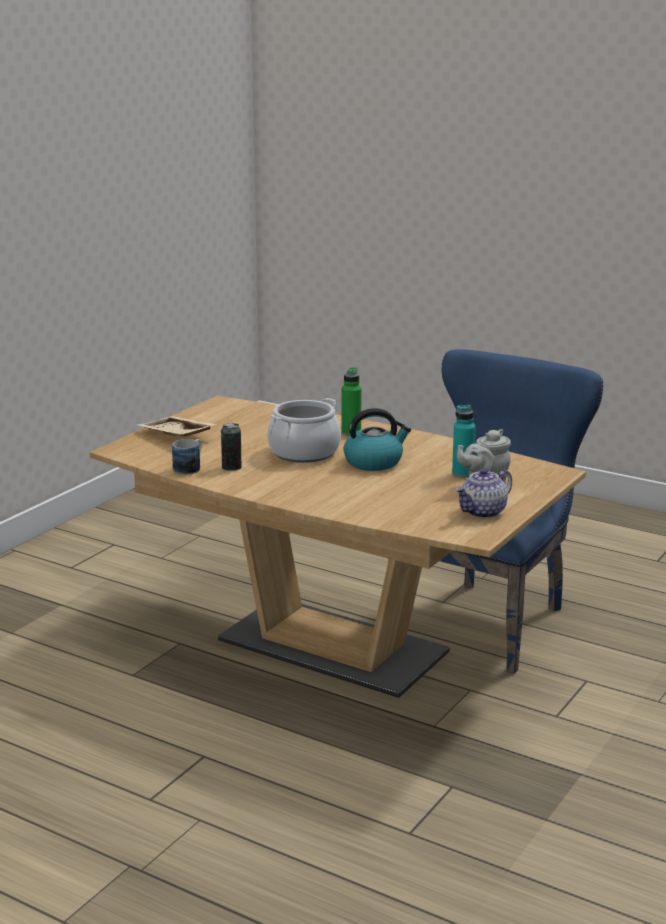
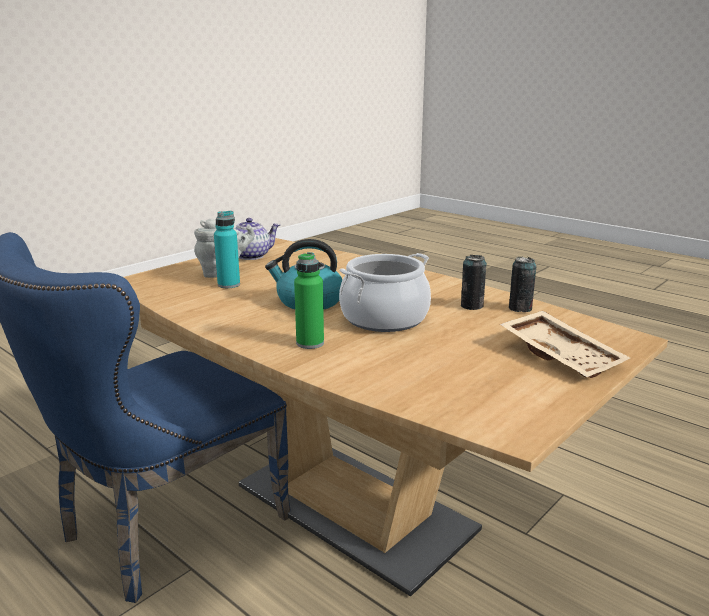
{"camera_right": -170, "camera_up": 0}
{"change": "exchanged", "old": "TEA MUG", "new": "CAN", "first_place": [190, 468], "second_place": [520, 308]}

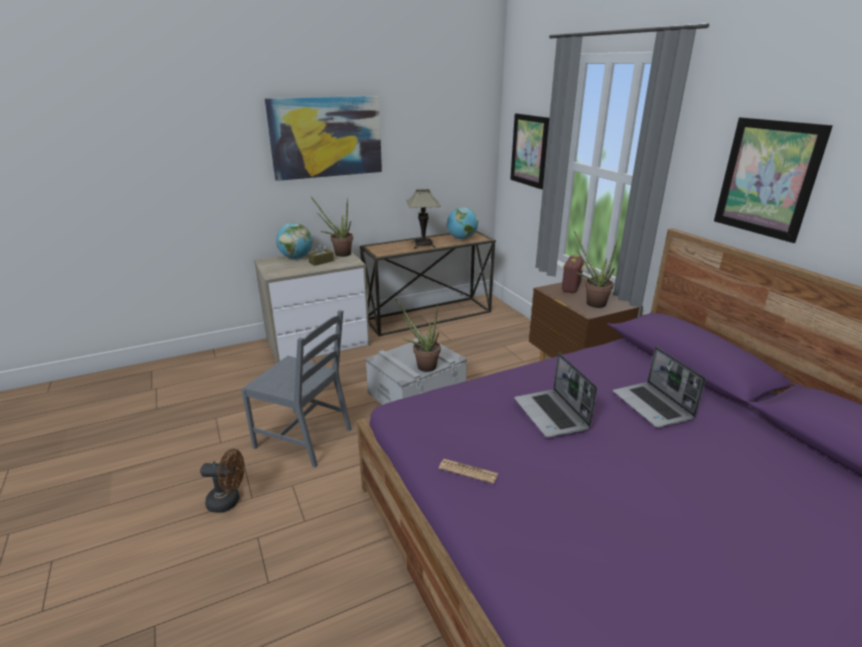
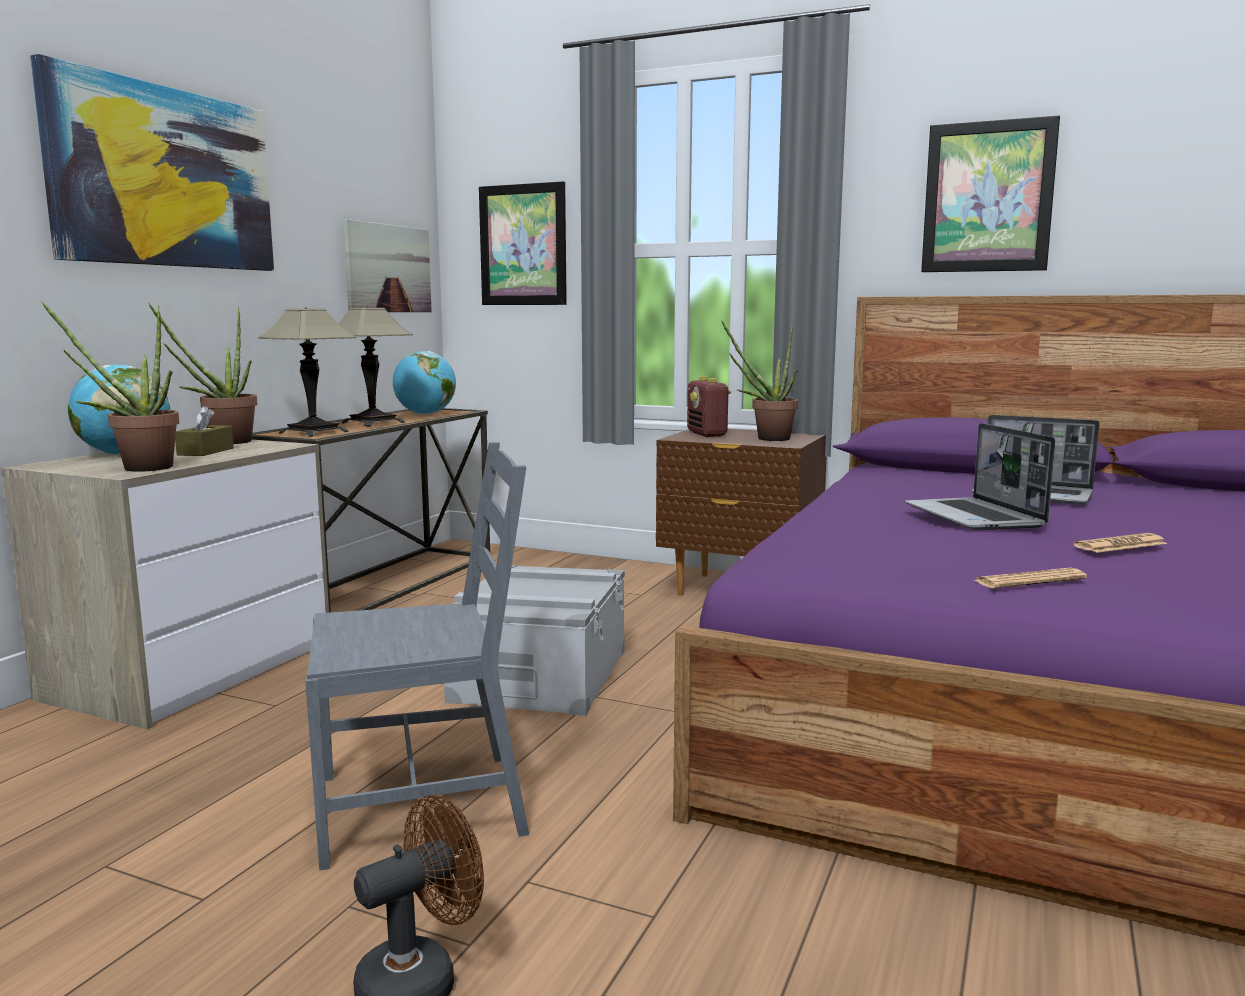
{"camera_right": -40, "camera_up": -15}
{"change": "relocated", "old": "HOUSEPLANT", "first_place": [422, 366], "second_place": [137, 468]}
{"change": "spun", "old": "LAPTOP", "first_place": [552, 415], "second_place": [975, 517], "degrees": 45}
{"change": "appeared", "new": "WALL ART", "second_place": [388, 268]}
{"change": "appeared", "new": "TABLETOP LAMP", "second_place": [313, 432]}
{"change": "appeared", "new": "DAILY PAPER", "second_place": [1120, 545]}

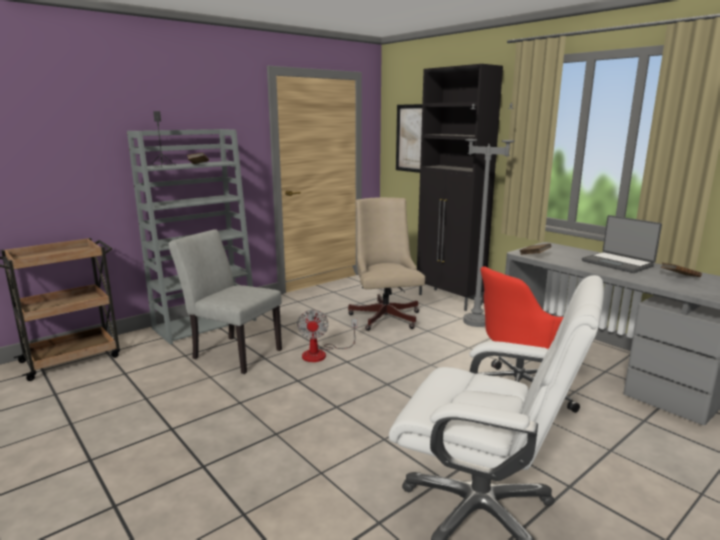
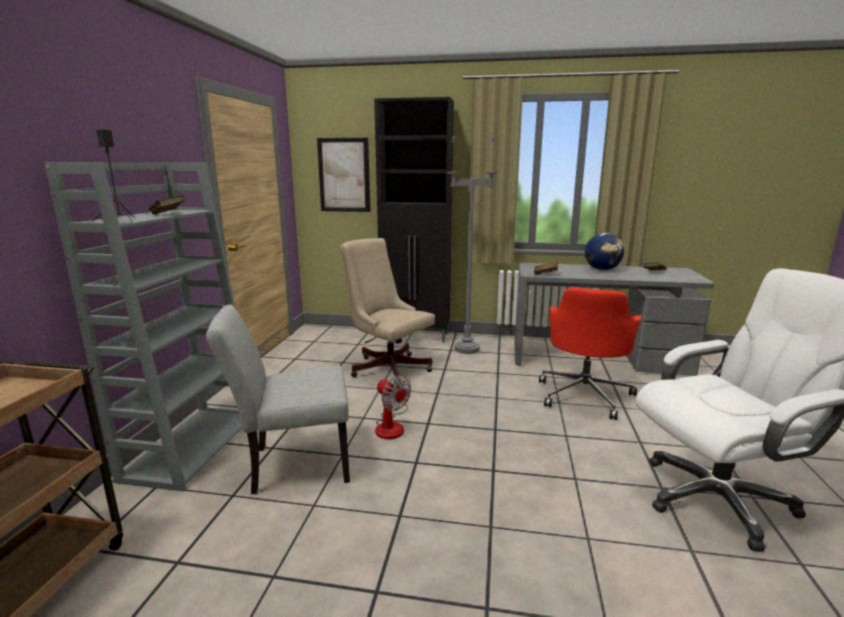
{"camera_right": -40, "camera_up": 0}
{"change": "exchanged", "old": "LAPTOP", "new": "WORLD GLOBE", "first_place": [618, 263], "second_place": [602, 270]}

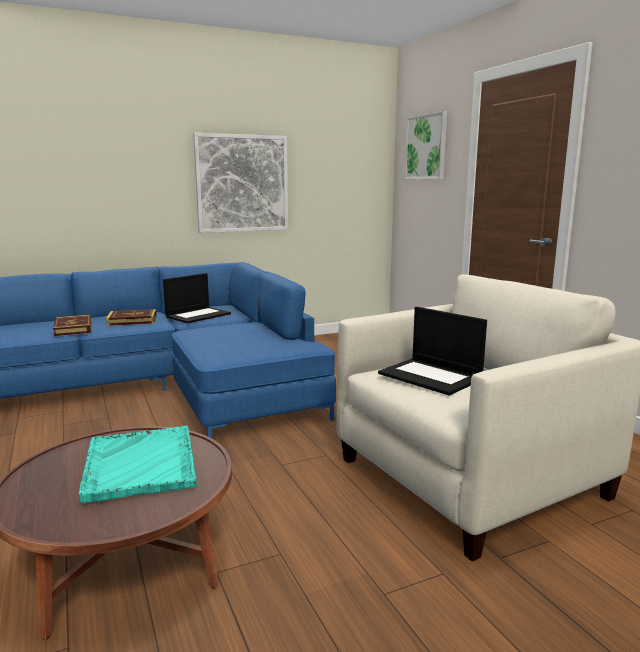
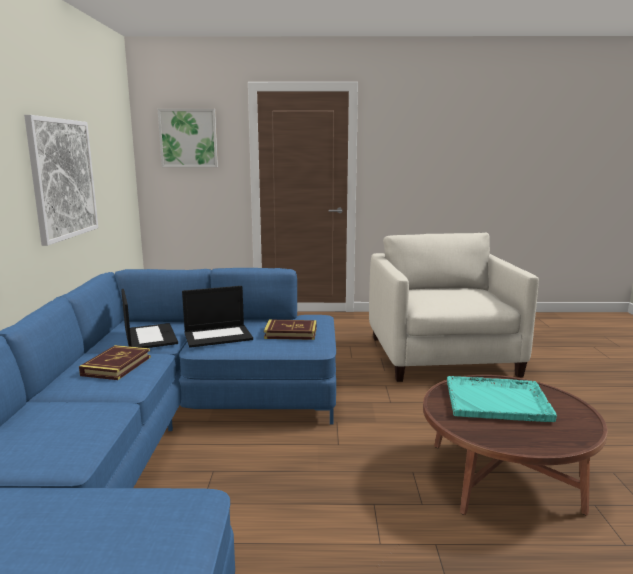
{"camera_right": -65, "camera_up": 0}
{"change": "relocated", "old": "LAPTOP", "first_place": [431, 376], "second_place": [218, 336]}
{"change": "relocated", "old": "VOLUME", "first_place": [73, 328], "second_place": [291, 333]}

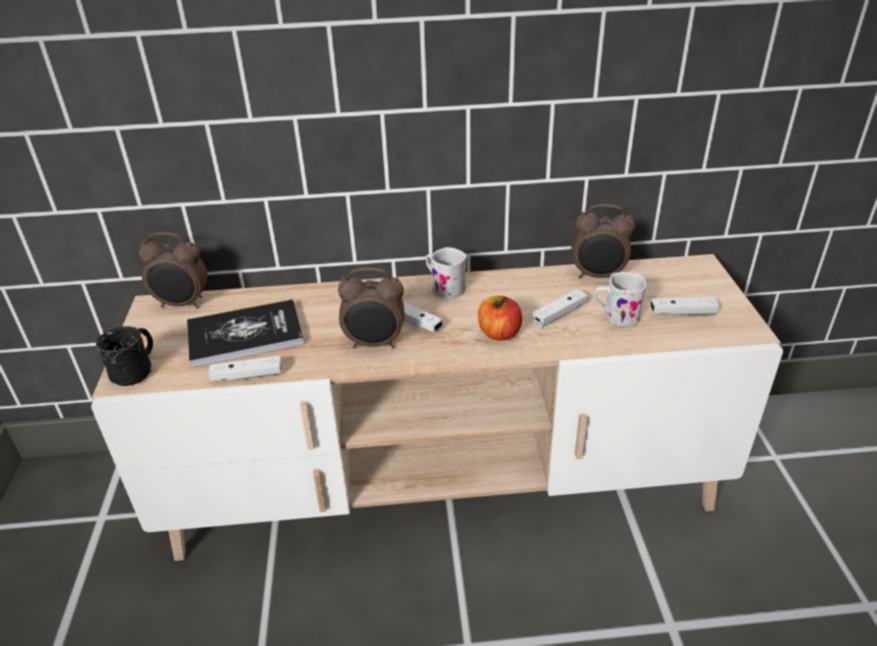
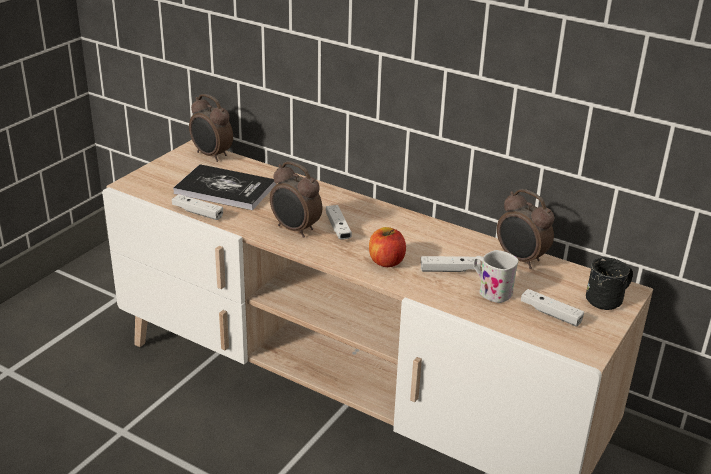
{"camera_right": 35, "camera_up": -5}
{"change": "missing", "old": "WHITE TEA MUG", "first_place": [444, 288]}
{"change": "relocated", "old": "BLACKISH TEA MUG", "first_place": [137, 370], "second_place": [609, 299]}

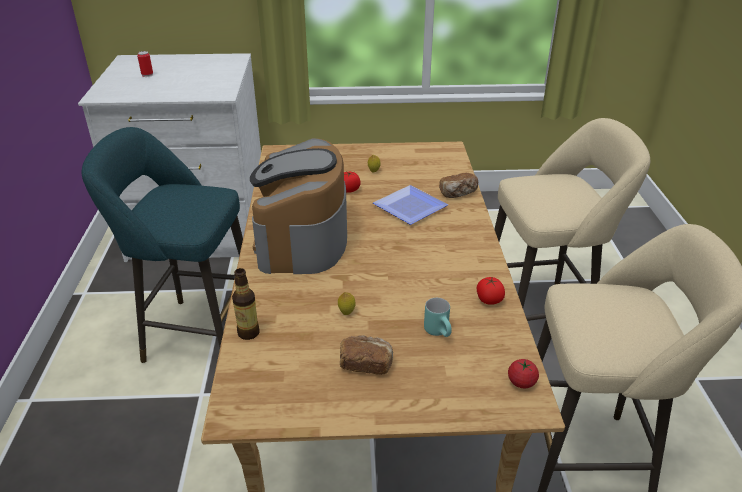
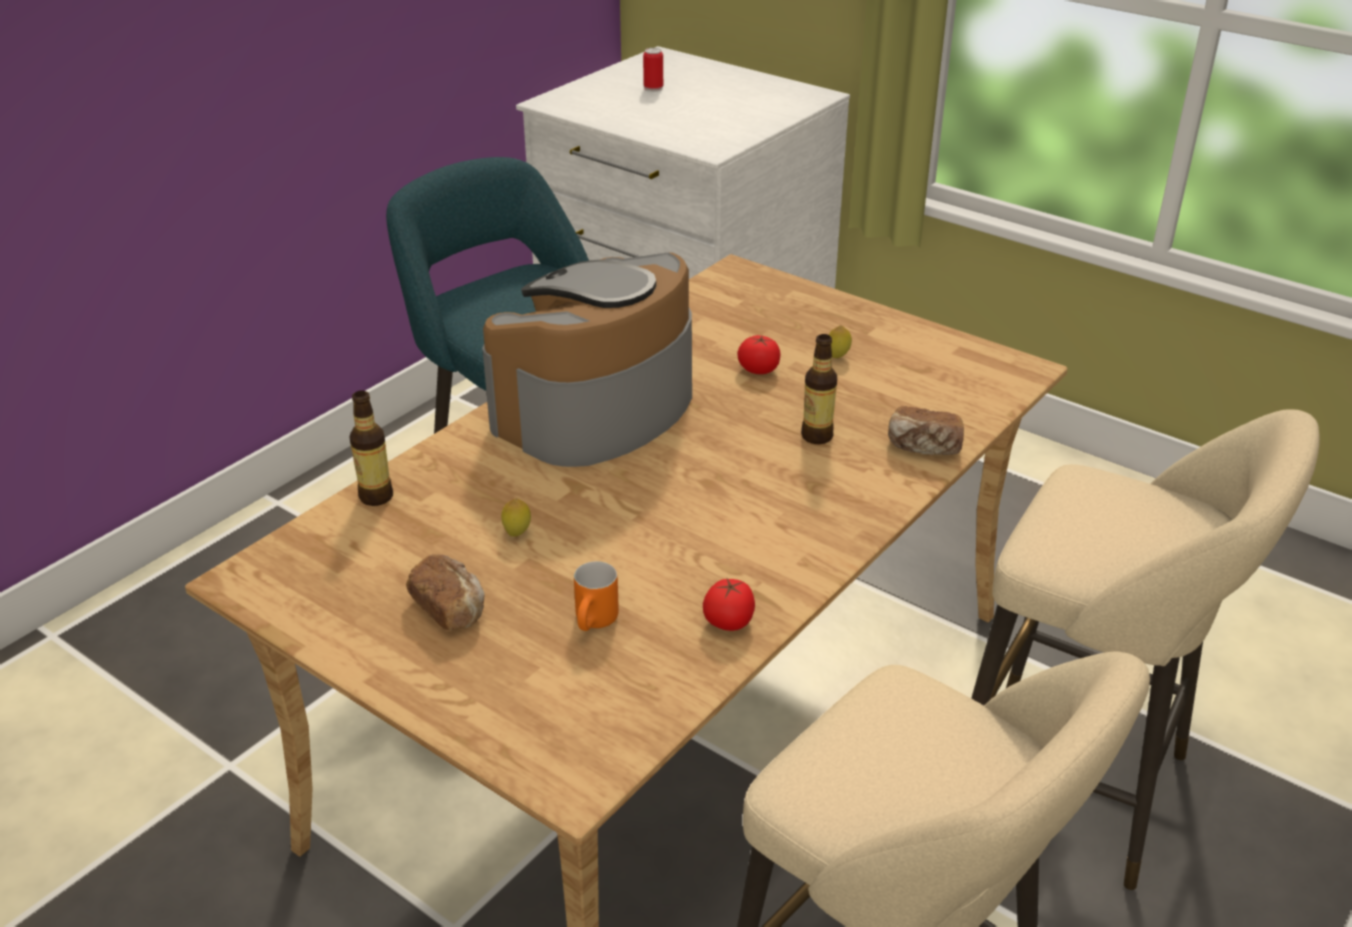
{"camera_right": 40, "camera_up": 0}
{"change": "exchanged", "old": "PLATE", "new": "BOTTLE", "first_place": [412, 207], "second_place": [817, 436]}
{"change": "colour", "old": "TURQUOISE-COLOURED TEA MUG", "new": "ORANGEY TEA MUG", "first_place": [440, 332], "second_place": [596, 624]}
{"change": "missing", "old": "TOMATO", "first_place": [521, 382]}

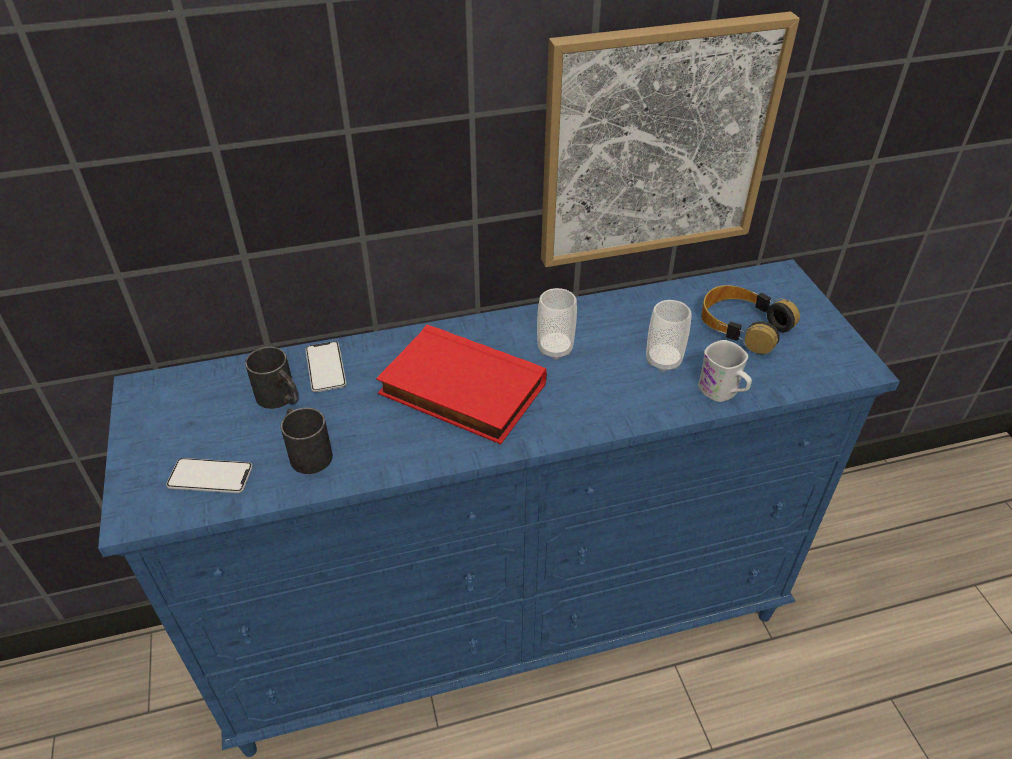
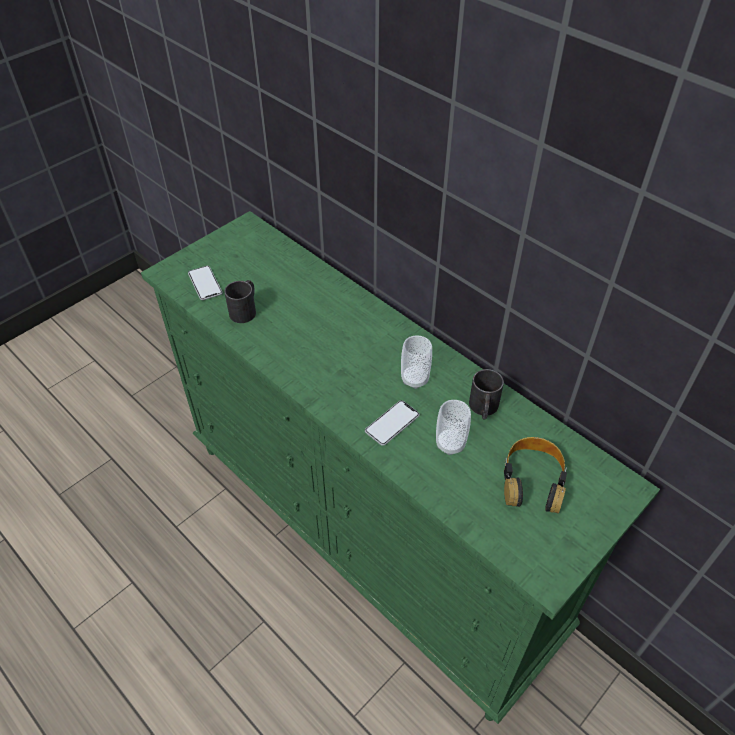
{"camera_right": 60, "camera_up": 5}
{"change": "missing", "old": "WALL ART", "first_place": [656, 143]}
{"change": "colour", "old": "BLUISH DRESSER", "new": "GREENISH DRESSER", "first_place": [508, 621], "second_place": [369, 537]}
{"change": "missing", "old": "RED VOLUME", "first_place": [459, 391]}
{"change": "missing", "old": "WHITE TEA MUG", "first_place": [723, 392]}
{"change": "relocated", "old": "PHONE", "first_place": [325, 367], "second_place": [392, 423]}
{"change": "relocated", "old": "BLACKISH TEA MUG", "first_place": [281, 398], "second_place": [483, 409]}

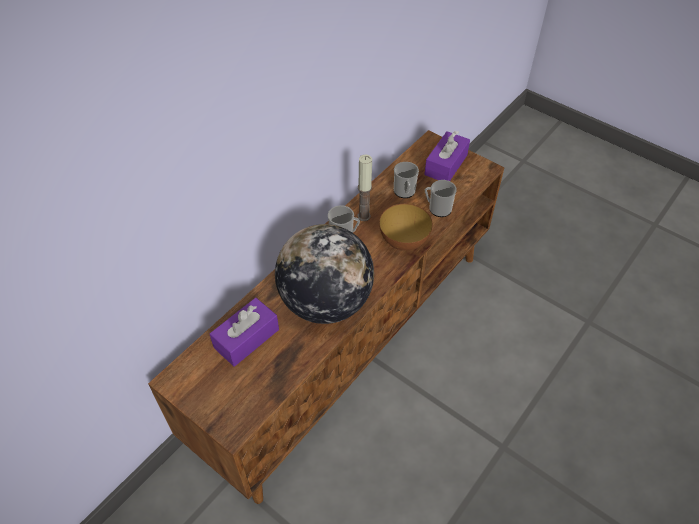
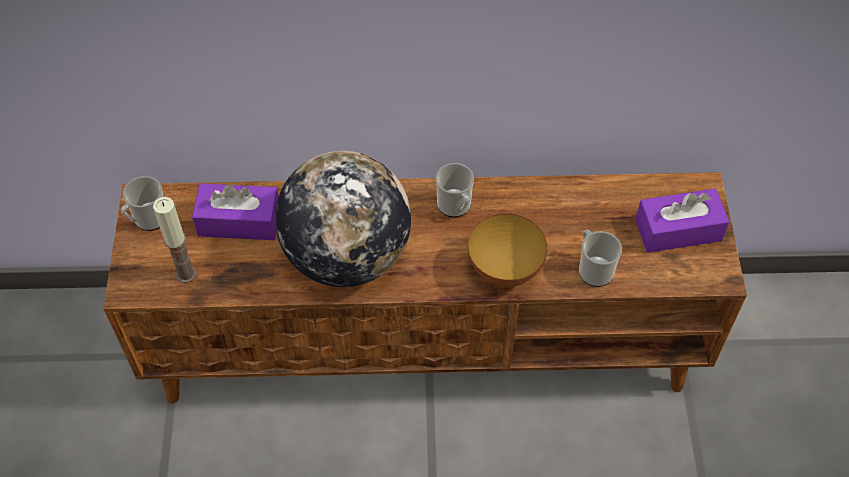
{"camera_right": 50, "camera_up": 5}
{"change": "relocated", "old": "WAX LIGHT", "first_place": [364, 216], "second_place": [186, 274]}
{"change": "relocated", "old": "TEA MUG", "first_place": [404, 192], "second_place": [148, 219]}

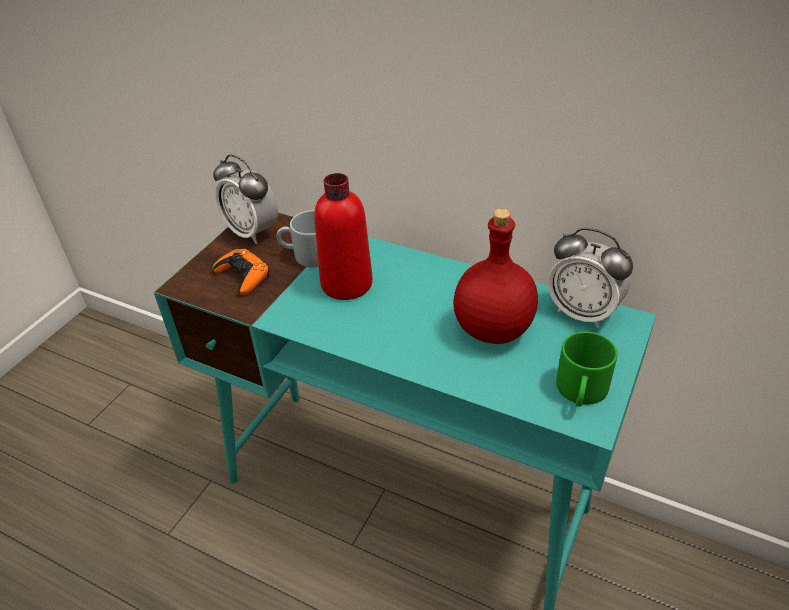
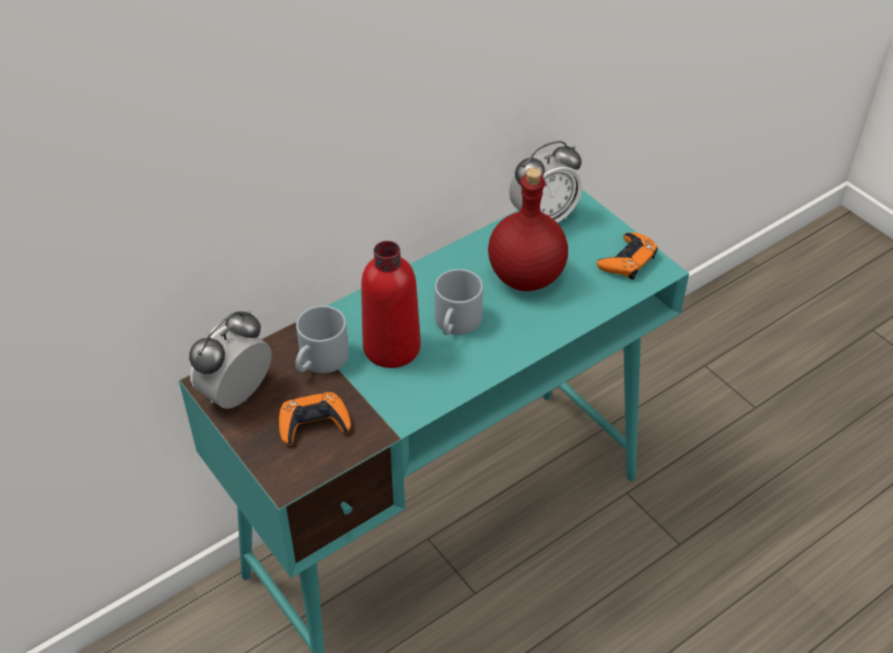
{"camera_right": -65, "camera_up": 5}
{"change": "spun", "old": "BEDSIDE CLOCK", "first_place": [252, 232], "second_place": [237, 394], "degrees": 150}
{"change": "exchanged", "old": "GREENISH TEA MUG", "new": "ORANGEY JOYPAD", "first_place": [582, 392], "second_place": [627, 260]}
{"change": "appeared", "new": "GREYISH TEA MUG", "second_place": [456, 324]}

